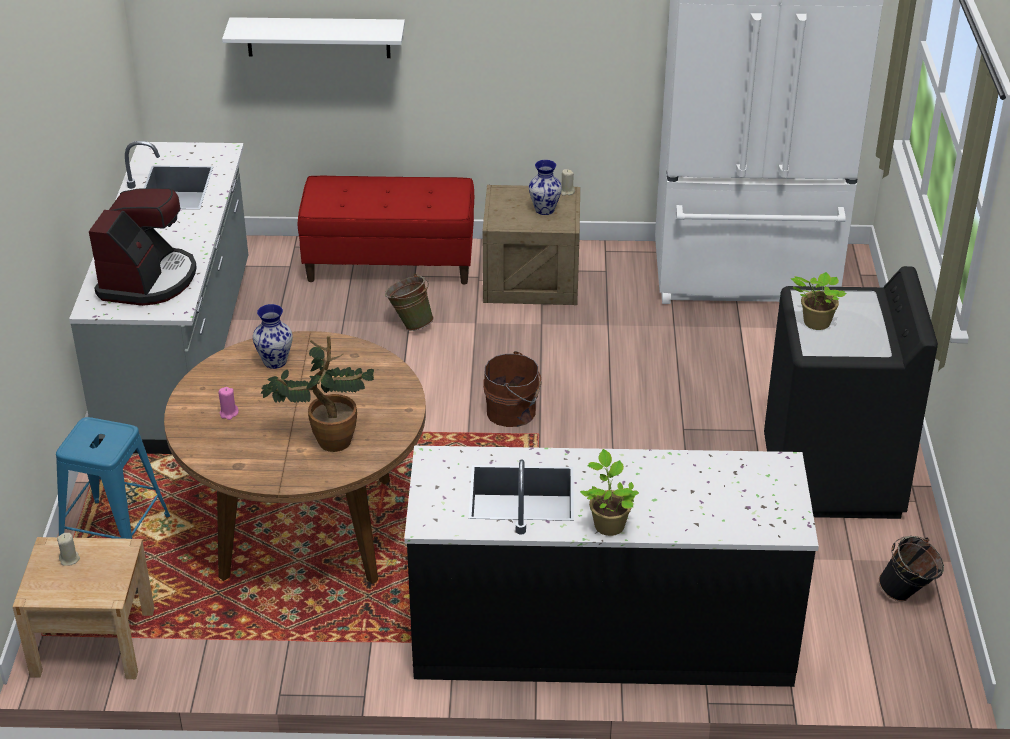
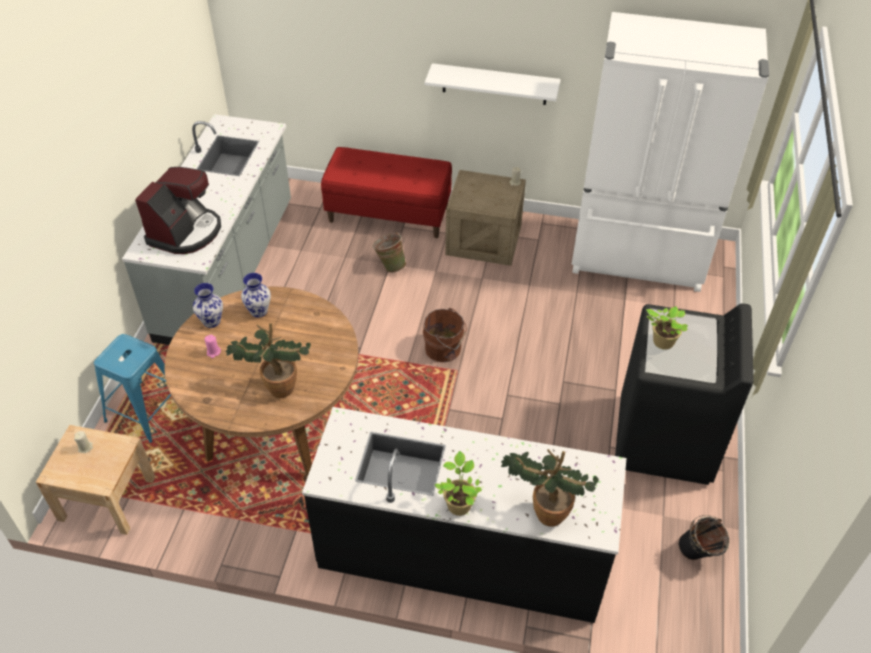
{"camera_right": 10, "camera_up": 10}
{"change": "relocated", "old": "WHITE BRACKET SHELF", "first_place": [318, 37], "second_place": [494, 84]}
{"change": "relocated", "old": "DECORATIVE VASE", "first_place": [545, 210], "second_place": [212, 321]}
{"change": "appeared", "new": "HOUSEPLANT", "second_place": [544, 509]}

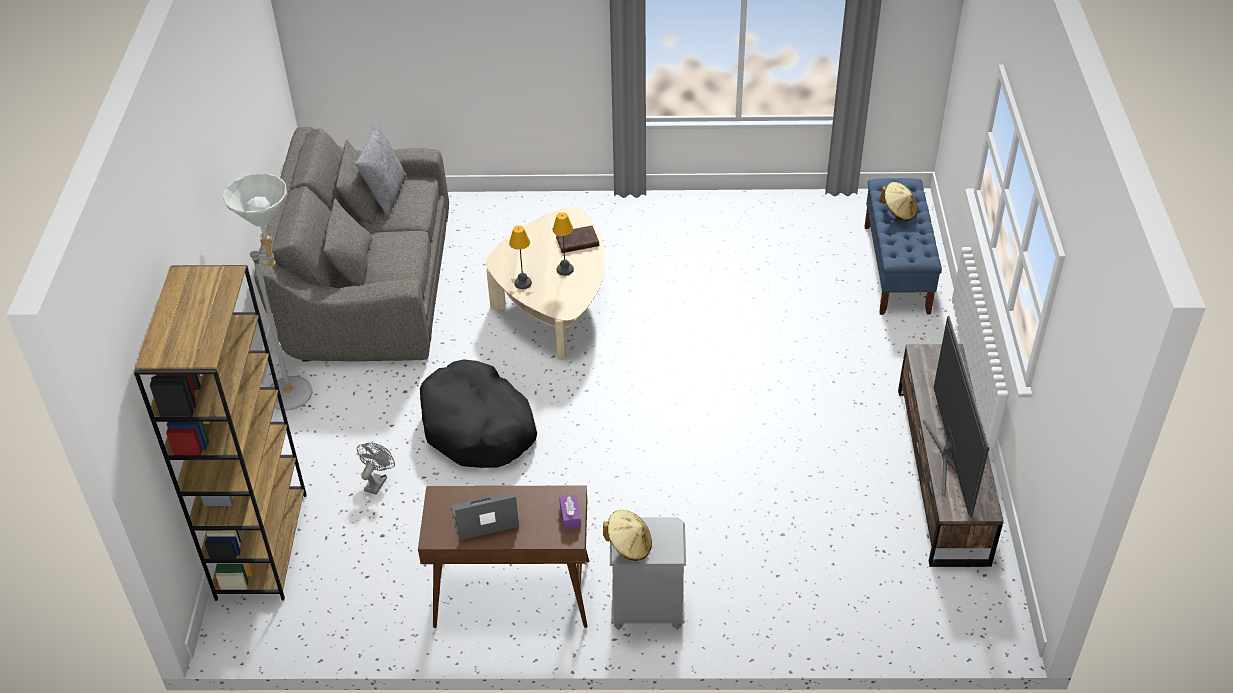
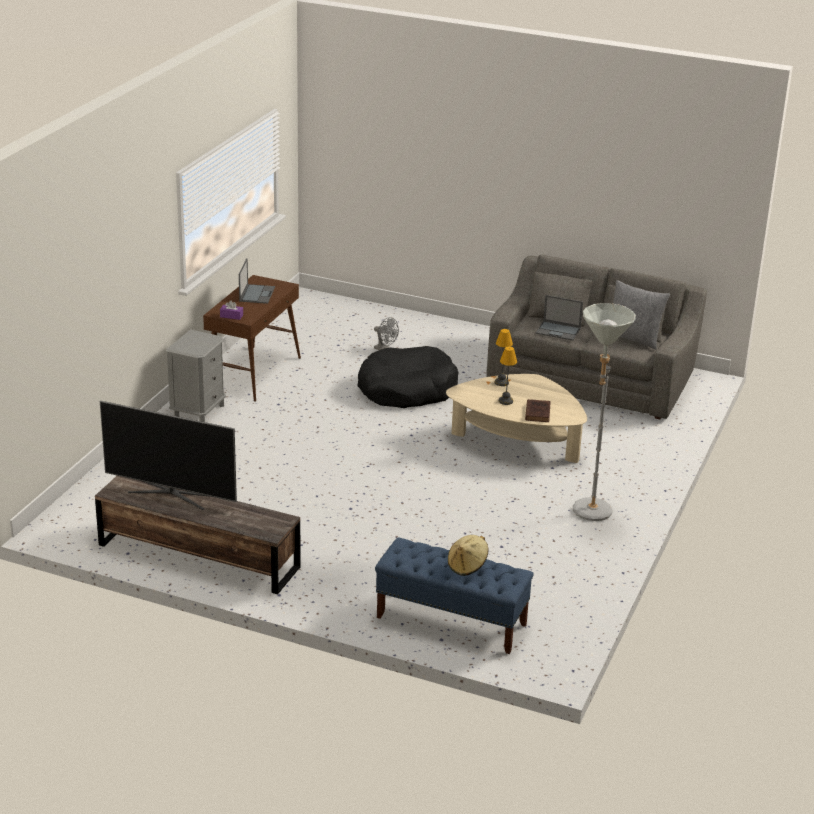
{"camera_right": 110, "camera_up": -15}
{"change": "relocated", "old": "GREYISH FLOOR LAMP", "first_place": [300, 394], "second_place": [589, 515]}
{"change": "missing", "old": "BROWN-COLOURED SHELVING UNIT", "first_place": [261, 545]}
{"change": "missing", "old": "SAND-COLOURED HAT", "first_place": [629, 545]}
{"change": "appeared", "new": "LAPTOP", "second_place": [558, 331]}

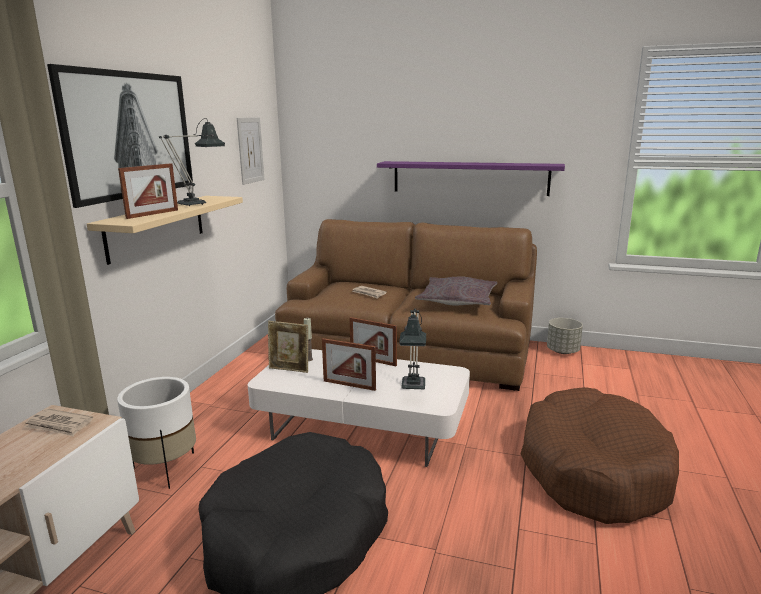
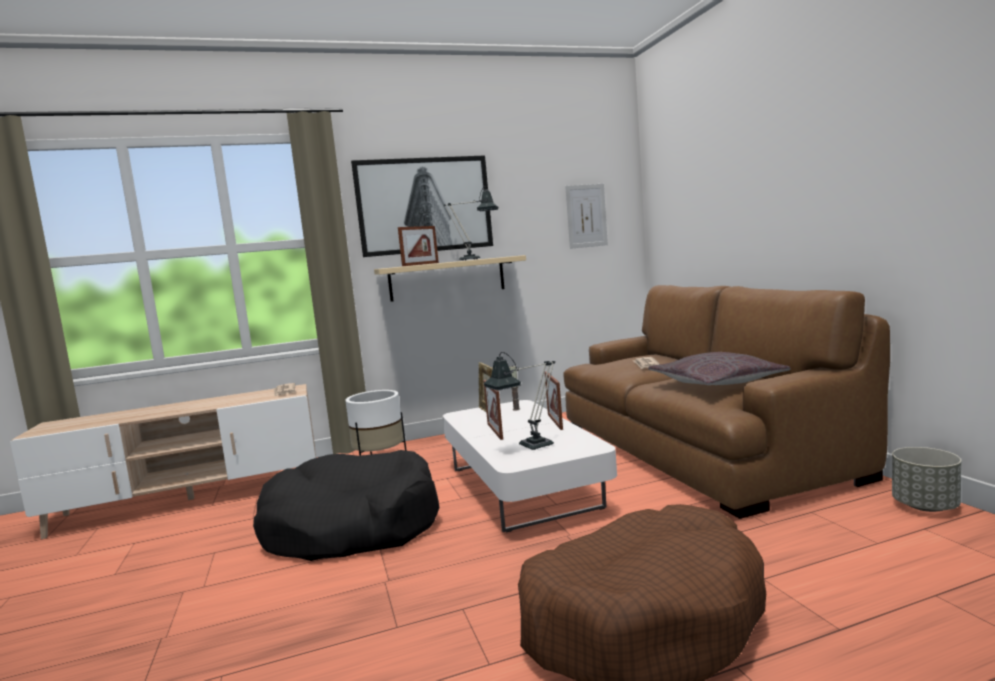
{"camera_right": 55, "camera_up": -10}
{"change": "missing", "old": "PURPLE BRACKET SHELF", "first_place": [469, 178]}
{"change": "spun", "old": "STANDING FRAME", "first_place": [153, 214], "second_place": [420, 264], "degrees": -45}

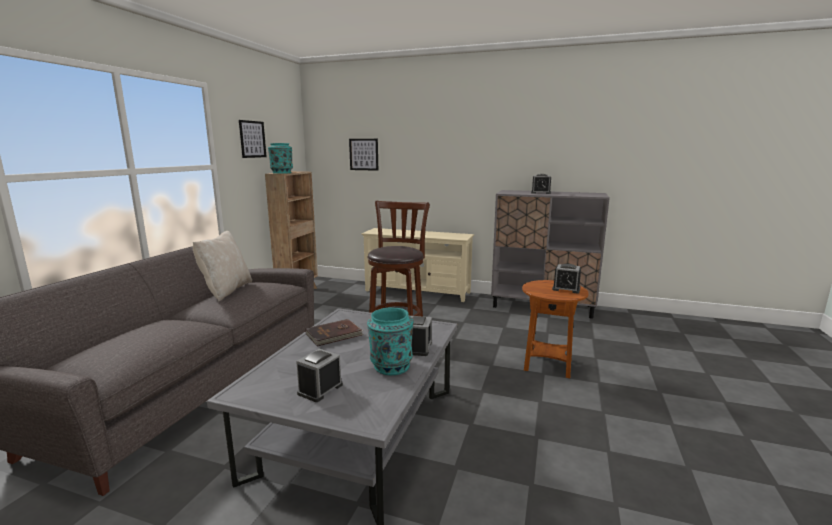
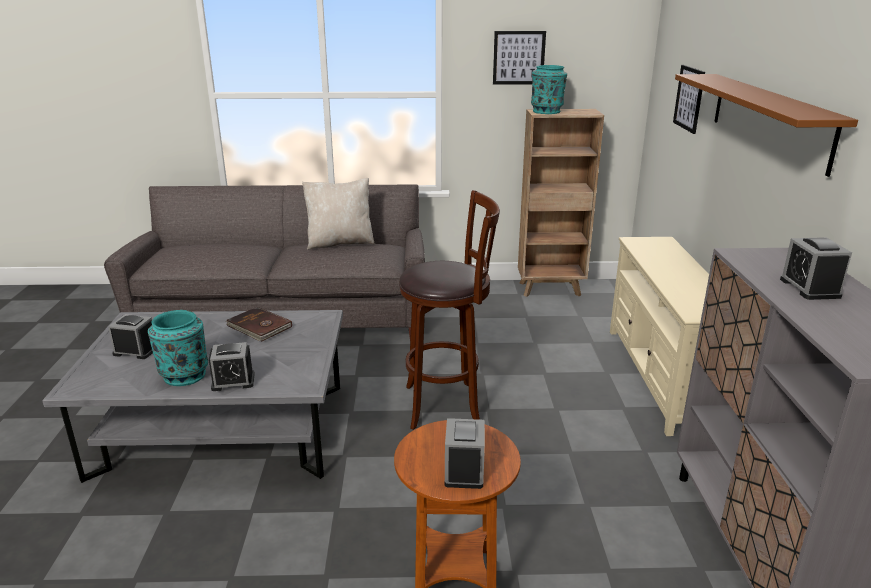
{"camera_right": 70, "camera_up": 10}
{"change": "appeared", "new": "BROWN-COLOURED BRACKET SHELF", "second_place": [768, 119]}

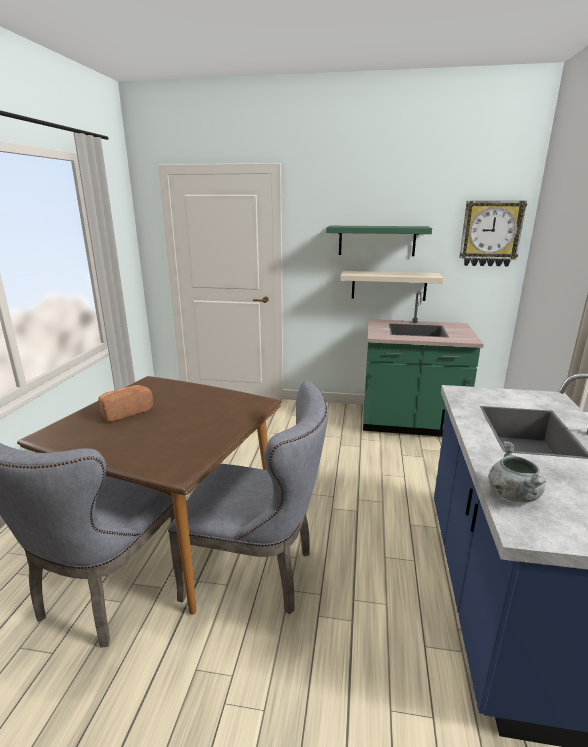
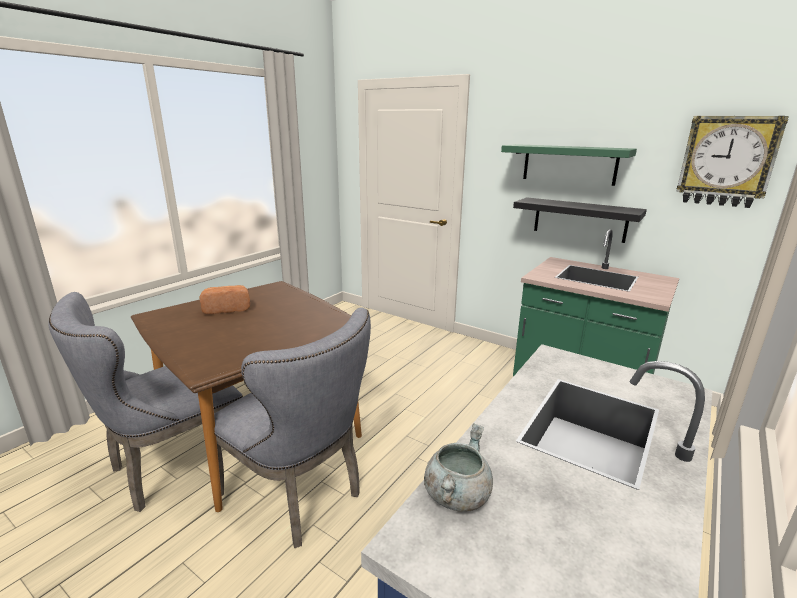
{"camera_right": 25, "camera_up": 0}
{"change": "colour", "old": "SAND-COLOURED BRACKET SHELF", "new": "BLACKISH BRACKET SHELF", "first_place": [388, 285], "second_place": [579, 219]}

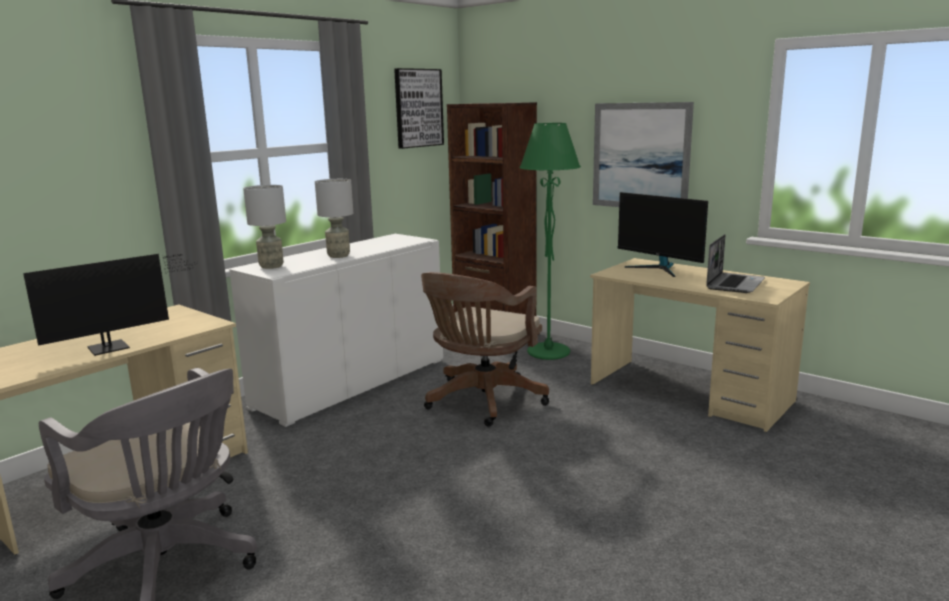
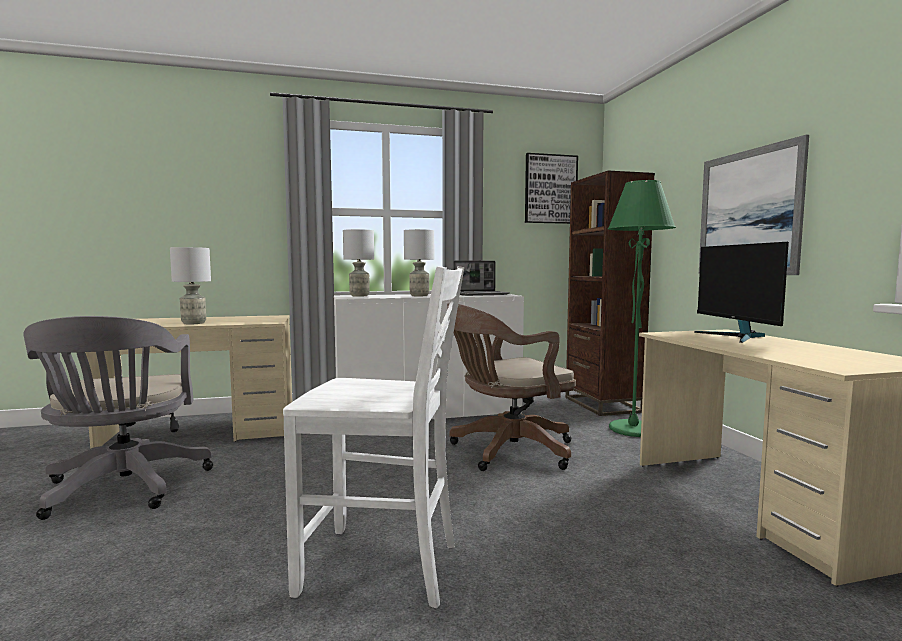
{"camera_right": 35, "camera_up": -10}
{"change": "relocated", "old": "LAPTOP", "first_place": [734, 284], "second_place": [481, 294]}
{"change": "exchanged", "old": "COMPUTER SCREEN", "new": "GREYISH TABLETOP LAMP", "first_place": [115, 346], "second_place": [194, 323]}
{"change": "appeared", "new": "WHITE CHAIR", "second_place": [383, 568]}

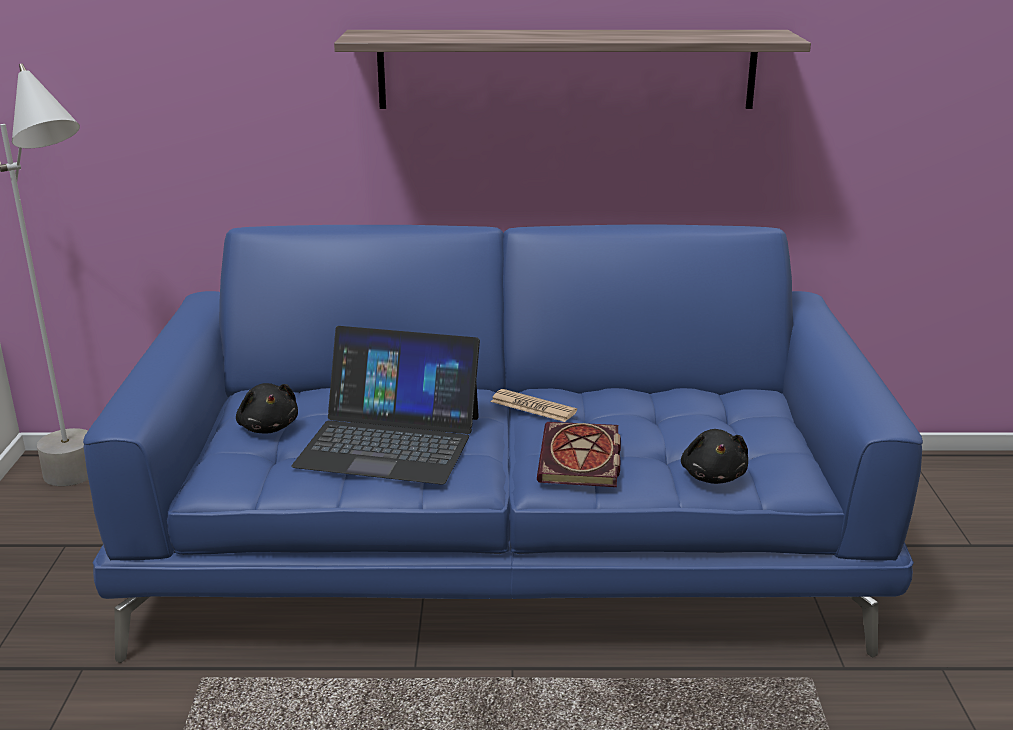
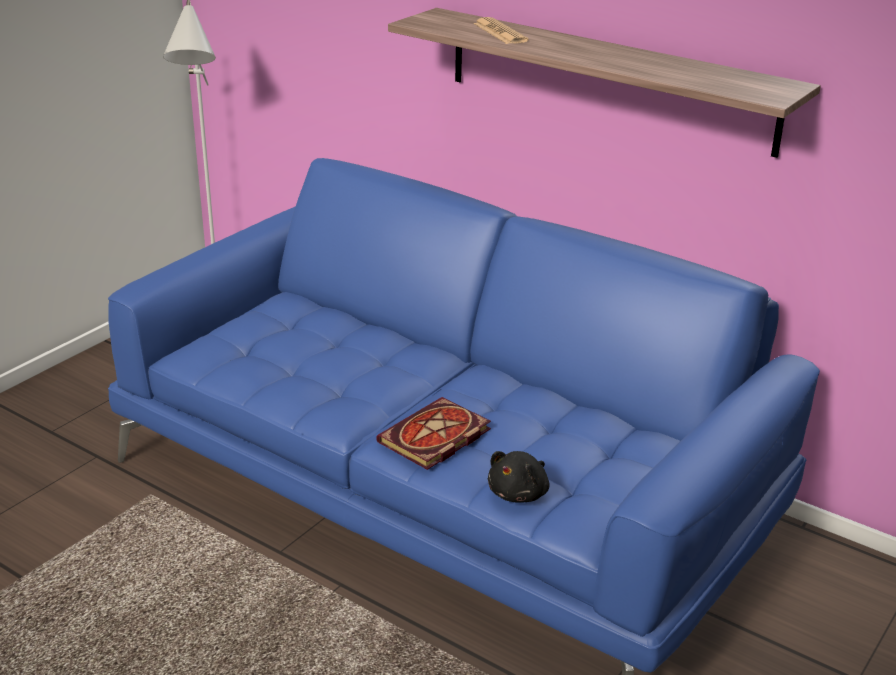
{"camera_right": 35, "camera_up": 5}
{"change": "missing", "old": "LAPTOP", "first_place": [390, 440]}
{"change": "missing", "old": "BLACKISH PLUSH TOY", "first_place": [268, 427]}
{"change": "relocated", "old": "DAILY PAPER", "first_place": [533, 407], "second_place": [500, 32]}

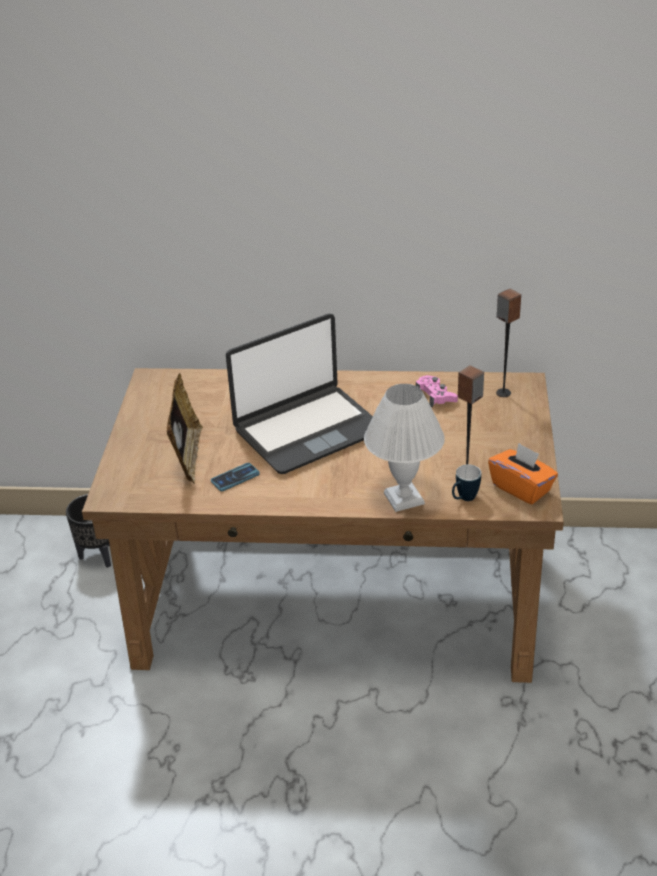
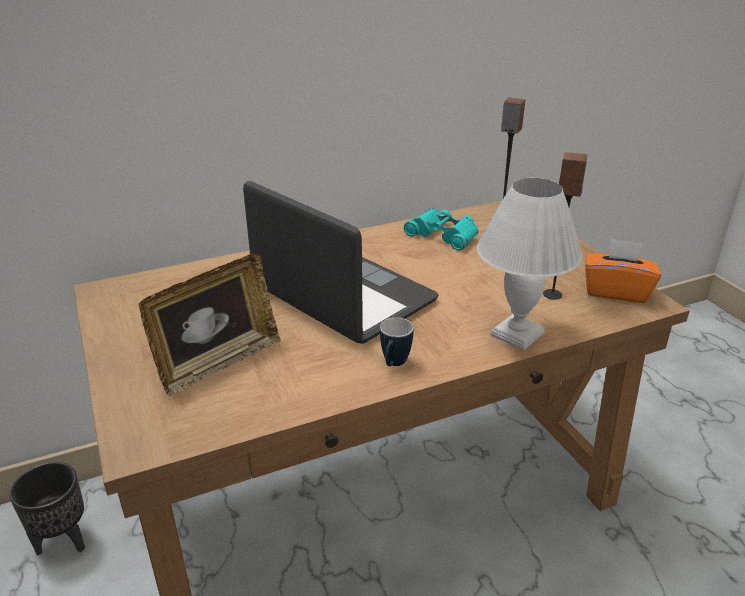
{"camera_right": -30, "camera_up": -5}
{"change": "spun", "old": "LAPTOP", "first_place": [307, 430], "second_place": [342, 296], "degrees": -75}
{"change": "spun", "old": "STANDING FRAME", "first_place": [188, 457], "second_place": [218, 363], "degrees": 75}
{"change": "exchanged", "old": "PINK-COLOURED JOYPAD", "new": "TURQUOISE-COLOURED PAIR OF BINOCULARS", "first_place": [435, 396], "second_place": [443, 235]}
{"change": "missing", "old": "PHONE", "first_place": [235, 478]}
{"change": "relocated", "old": "TEA MUG", "first_place": [464, 499], "second_place": [393, 364]}

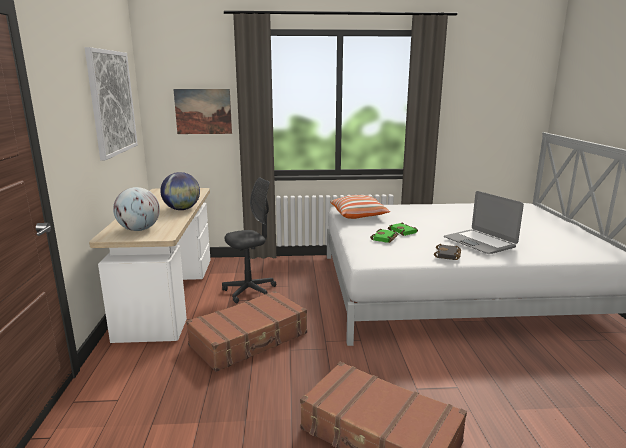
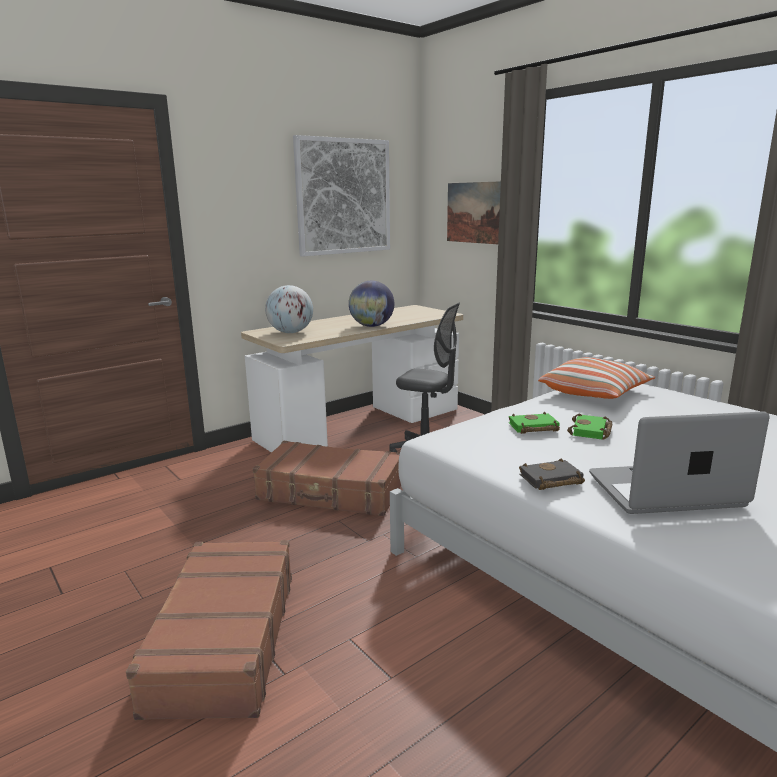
{"camera_right": 55, "camera_up": 0}
{"change": "spun", "old": "LAPTOP", "first_place": [479, 242], "second_place": [665, 491], "degrees": 60}

